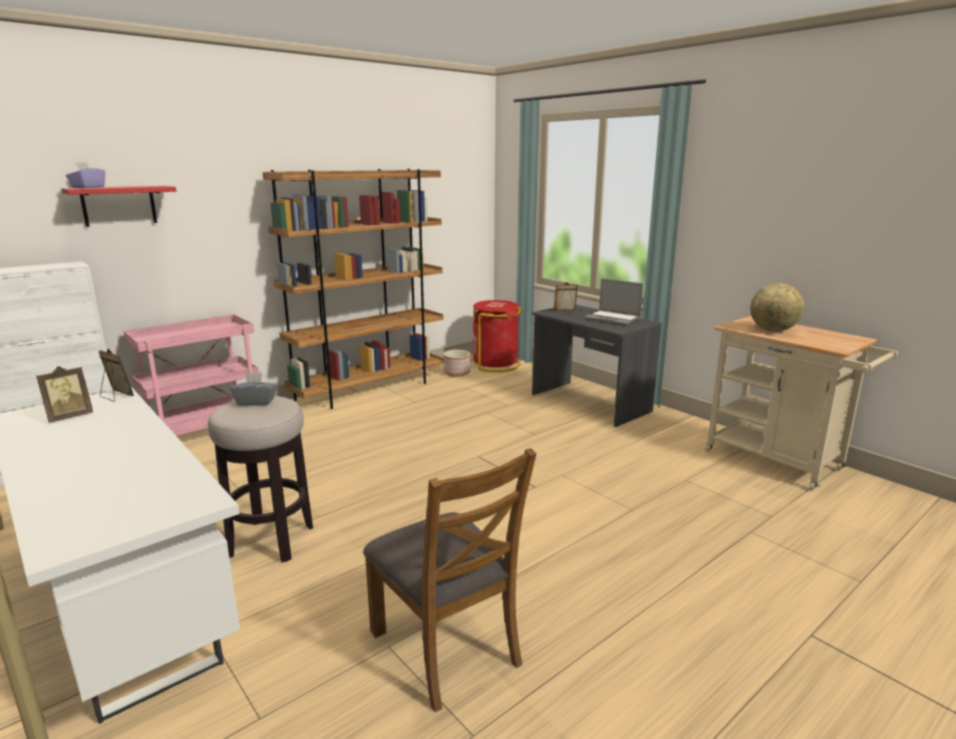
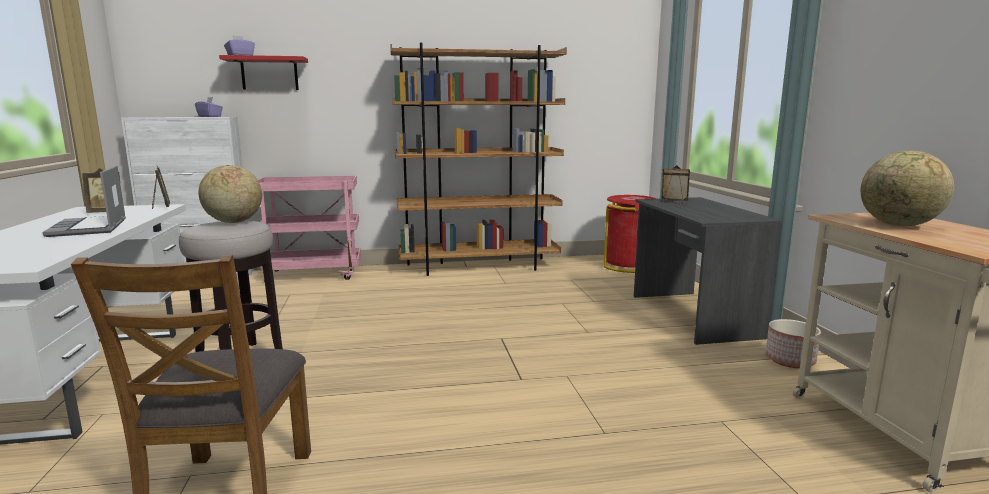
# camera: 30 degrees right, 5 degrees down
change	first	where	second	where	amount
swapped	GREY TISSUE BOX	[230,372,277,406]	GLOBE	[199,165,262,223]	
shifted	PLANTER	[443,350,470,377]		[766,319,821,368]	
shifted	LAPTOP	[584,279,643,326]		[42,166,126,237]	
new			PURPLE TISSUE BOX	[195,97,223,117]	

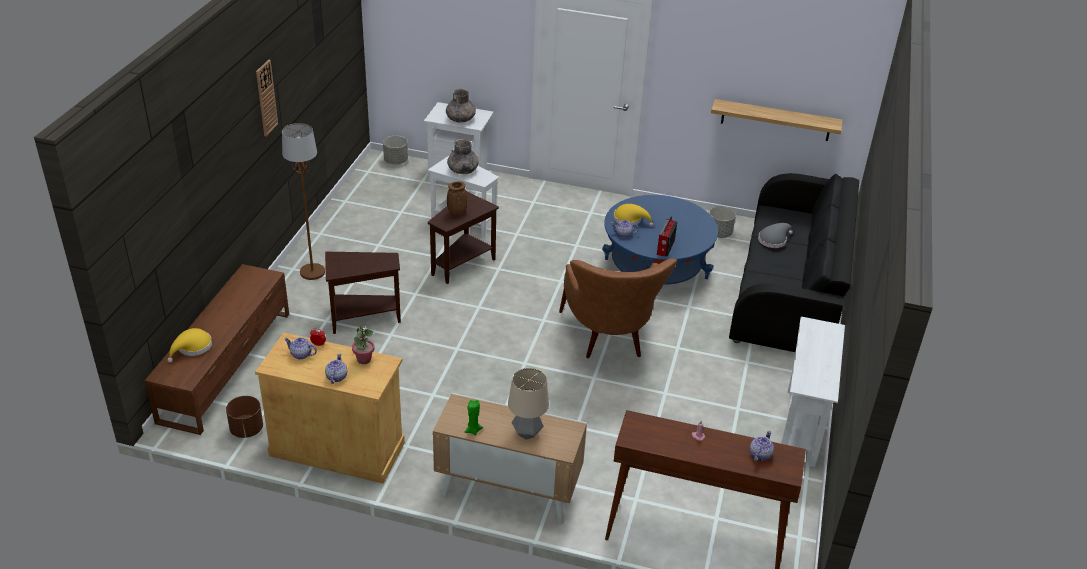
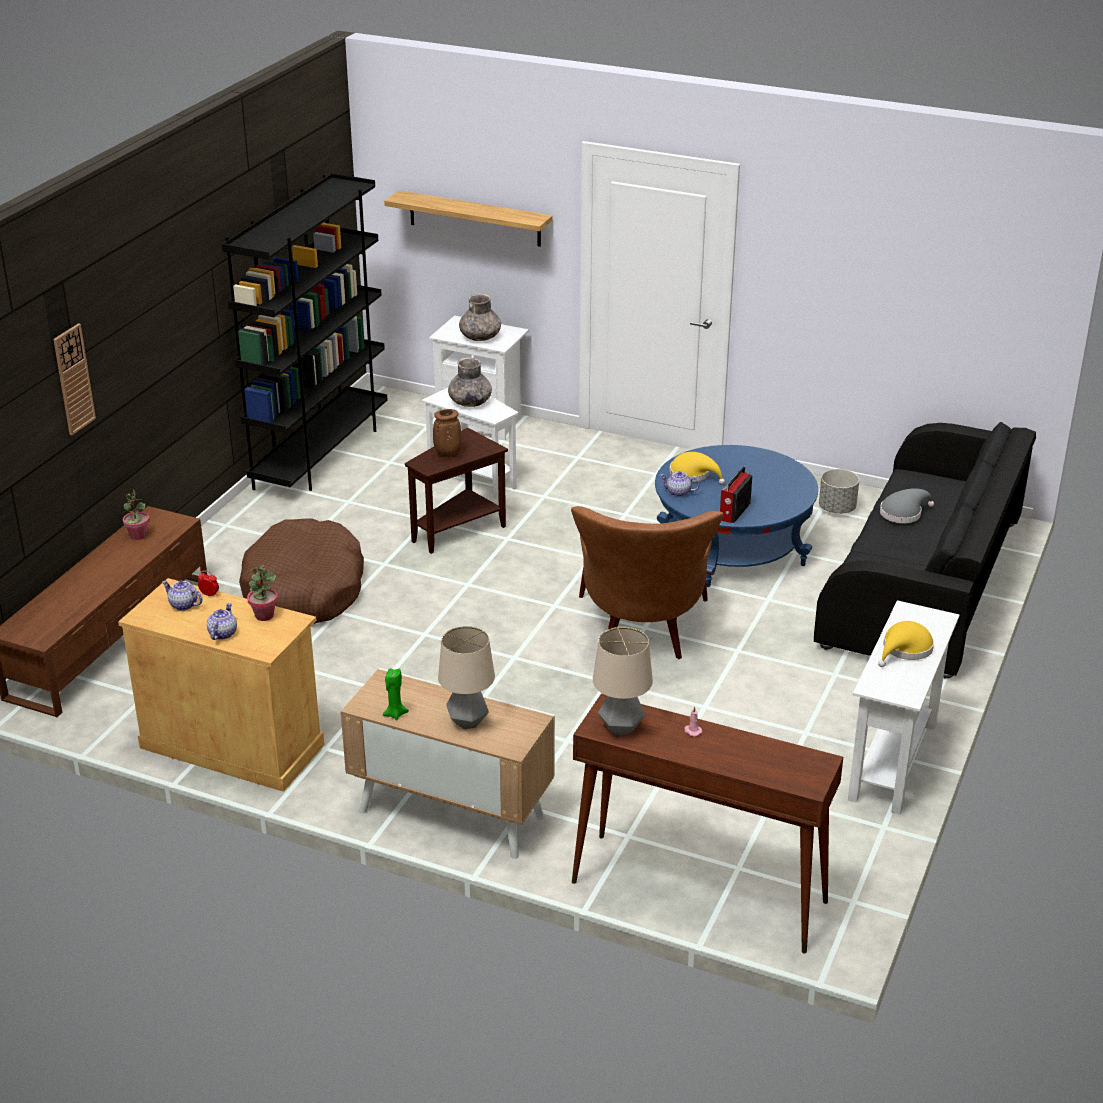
# camera: 10 degrees right, 5 degrees down
change	first	where	second	where	amount
shifted	YELLOW HAT	[167,328,212,363]		[878,621,934,667]	
gone	BROWN PLANTER	[226,396,263,438]			
shifted	WALL CLOCK	[256,60,278,136]		[53,323,96,435]	
gone	BROWN FLOOR LAMP	[282,123,325,280]			
swapped	BROWN SIDE TABLE	[325,252,401,334]	BROWN DOG BED	[239,519,364,624]	
gone	GREY PLANTER	[383,136,408,165]			
shifted	SHELF	[711,99,843,141]		[384,191,553,247]	
gone	TEAPOT	[750,431,774,461]			
new			POTTED PLANT	[123,489,150,540]	
new			BLACK BOOKCASE	[222,173,388,491]	
new			TABLE LAMP	[593,627,653,736]	

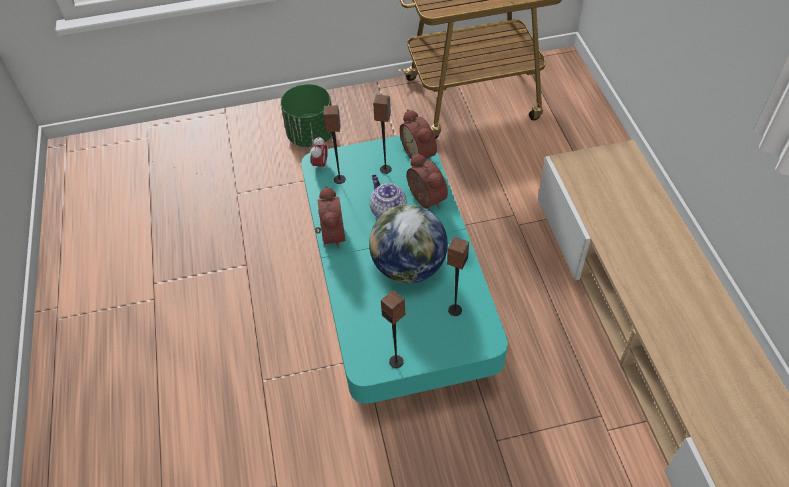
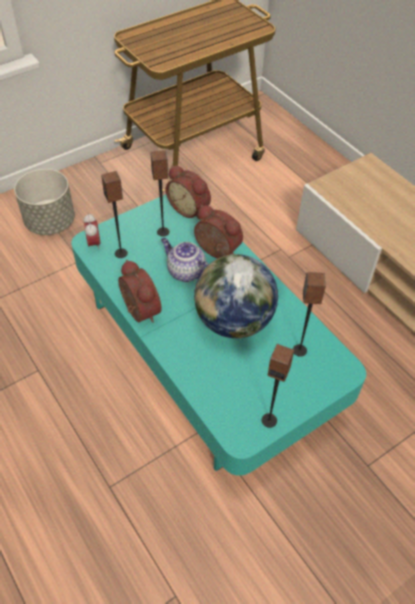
# camera: 25 degrees left, 0 degrees up
change	first	where	second	where	amount
repainted	GREEN PLANTER	[280,84,332,147]	GREY PLANTER	[14,169,75,235]	

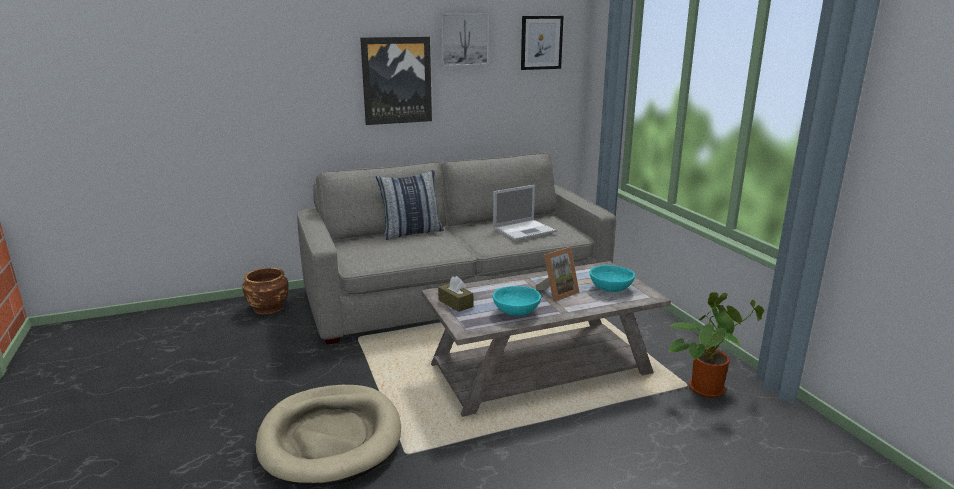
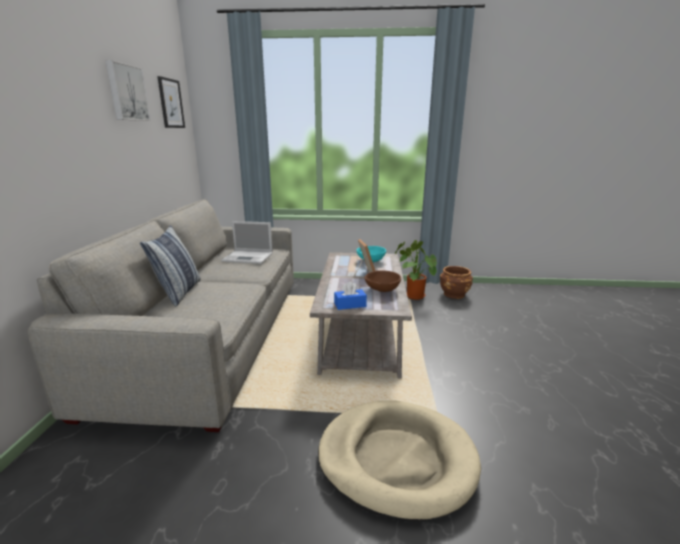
# camera: 65 degrees left, 0 degrees up
change	first	where	second	where	amount
shifted	BROWN PLANTER	[242,268,288,314]		[440,266,473,299]	
gone	PICTURE	[360,37,432,125]			
repainted	BROWN TISSUE BOX	[438,276,473,312]	BLUE TISSUE BOX	[334,281,367,310]	
rotated	LAPTOP	[493,185,556,240]		[221,221,273,264]	105 degrees clockwise
repainted	TURQUOISE BOWL	[493,286,541,316]	BROWN BOWL	[365,270,401,292]	

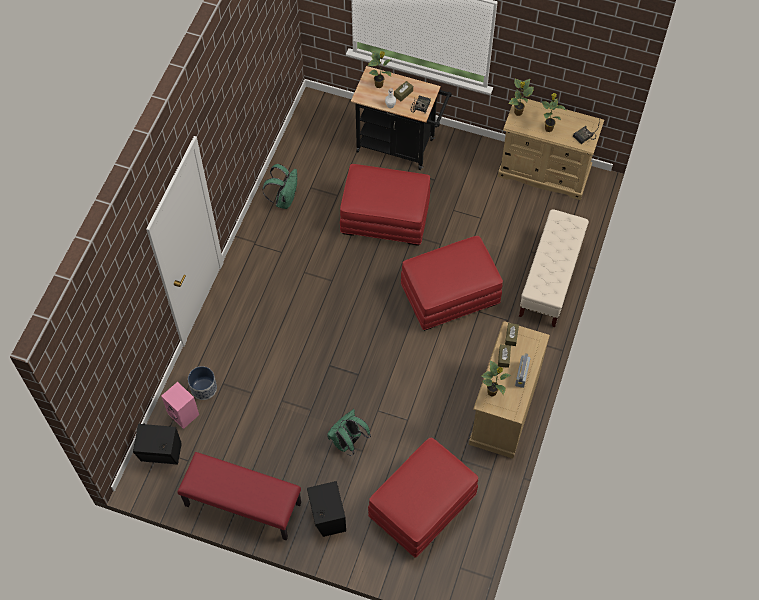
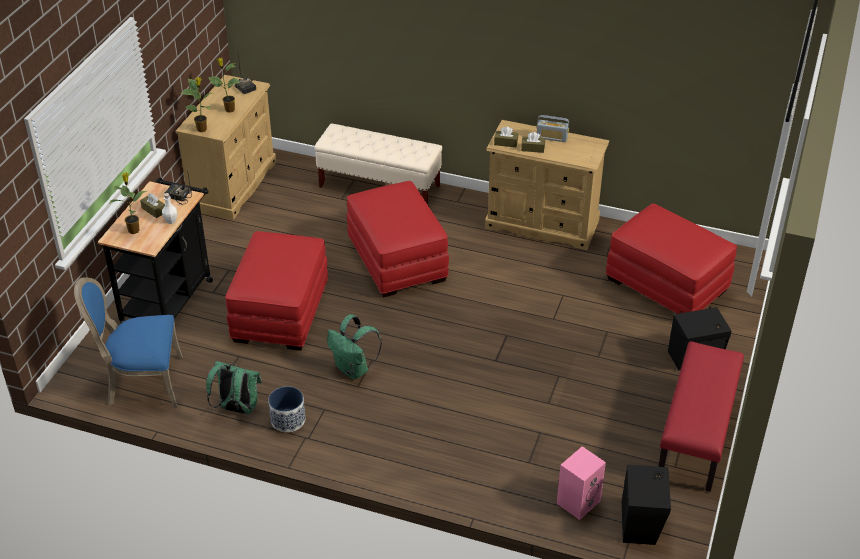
# camera: 90 degrees left, 20 degrees down
change	first	where	second	where	amount
shifted	PLANTER	[188,366,217,400]		[268,386,305,432]	
shifted	GREEN BACKPACK	[327,409,371,456]		[327,314,382,379]	
gone	POTTED PLANT	[481,361,511,396]			
new			BLUE CHAIR	[74,277,183,408]	

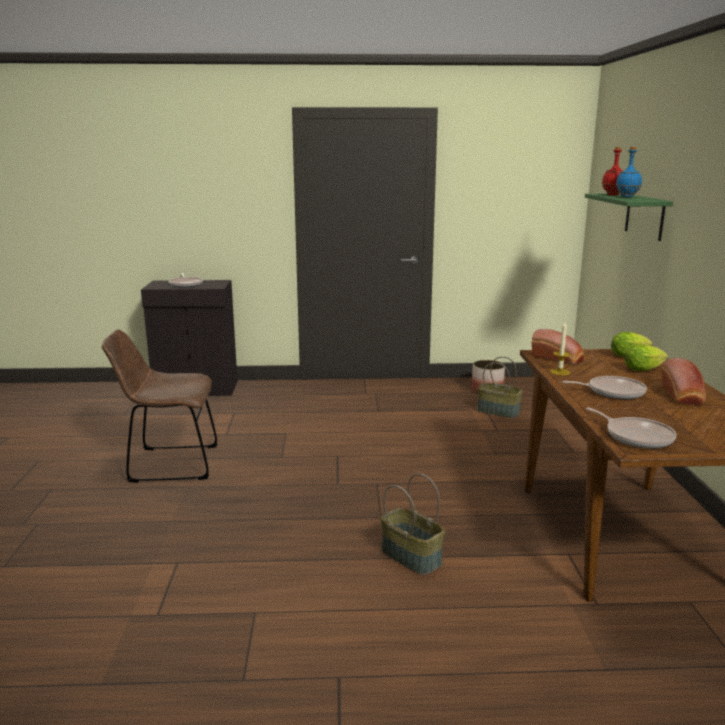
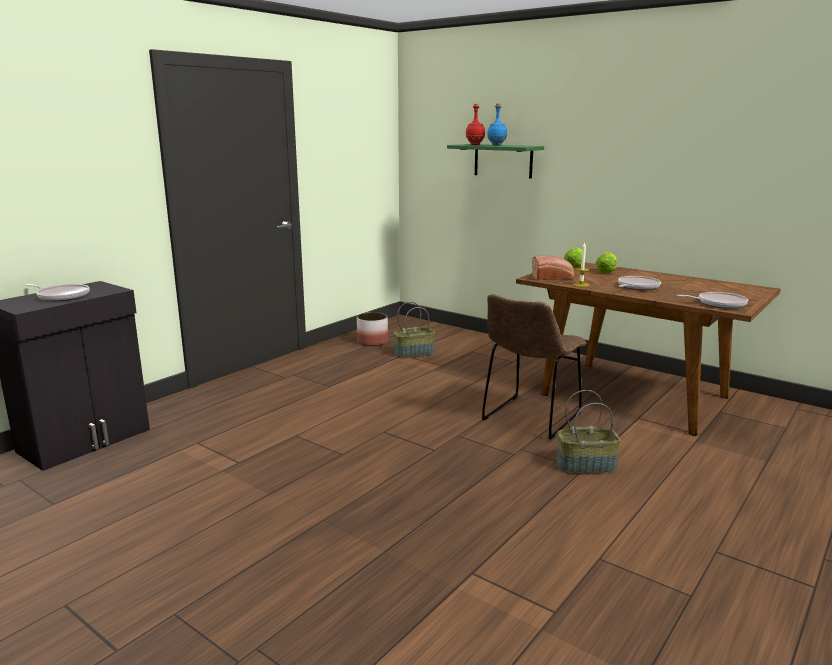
# camera: 50 degrees left, 0 degrees up
change	first	where	second	where	amount
shifted	BROWN CHAIR	[102,329,218,483]		[481,294,586,439]	
gone	BREAD	[662,358,706,405]			

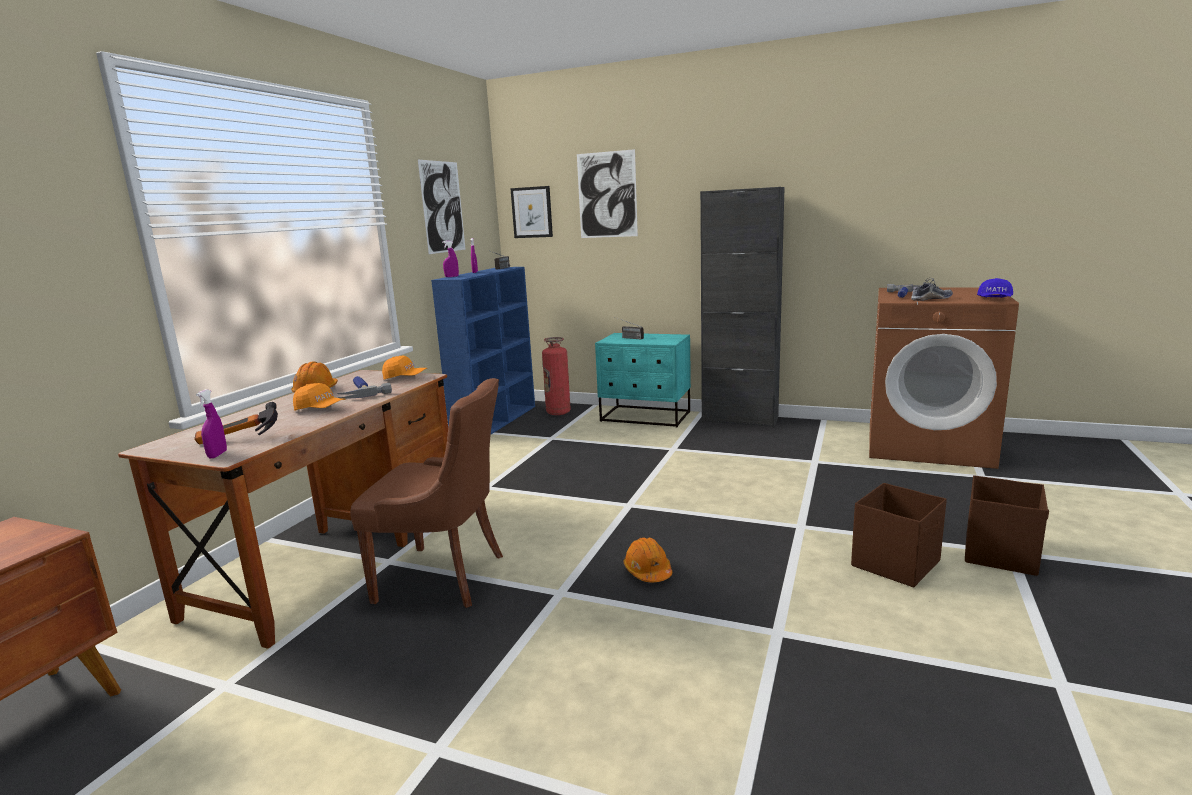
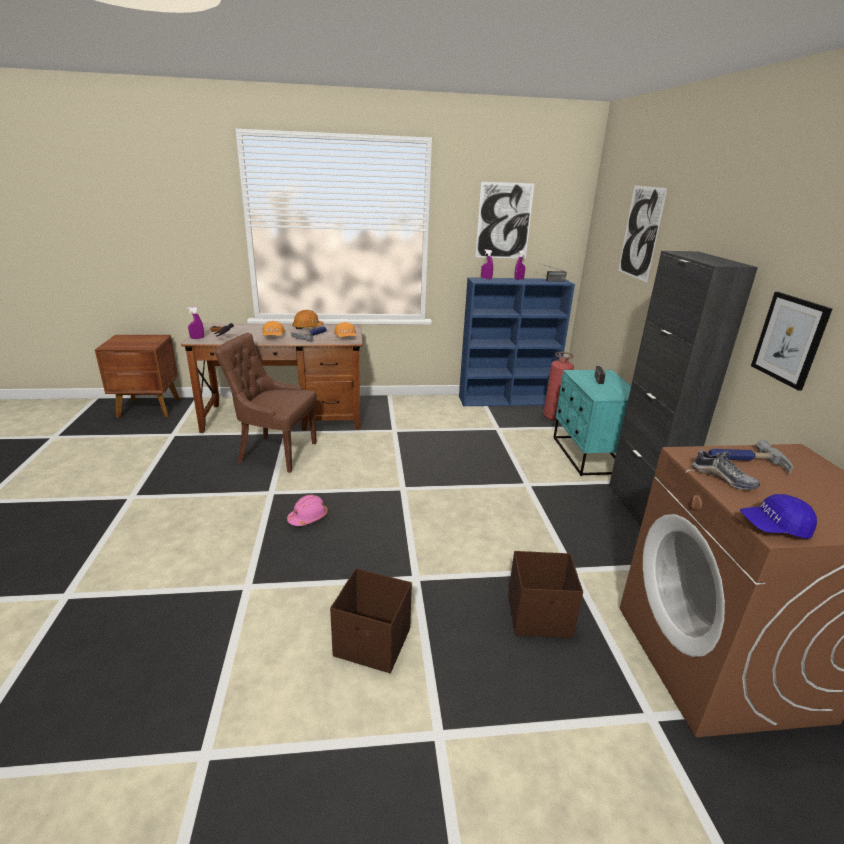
# camera: 60 degrees right, 10 degrees up
change	first	where	second	where	amount
rotated	BROWN CHAIR	[350,378,503,608]		[214,333,317,473]	120 degrees clockwise
shifted	PICTURE	[510,186,553,238]		[751,292,832,391]	
repainted	ORANGE HARD HAT	[623,537,672,582]	PINK HARD HAT	[287,495,328,526]	
shifted	BROWN STORAGE BOX	[965,475,1049,576]		[508,551,583,638]	

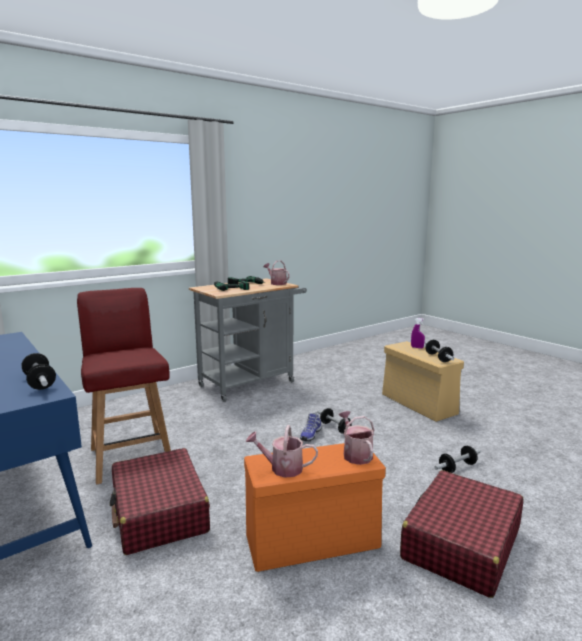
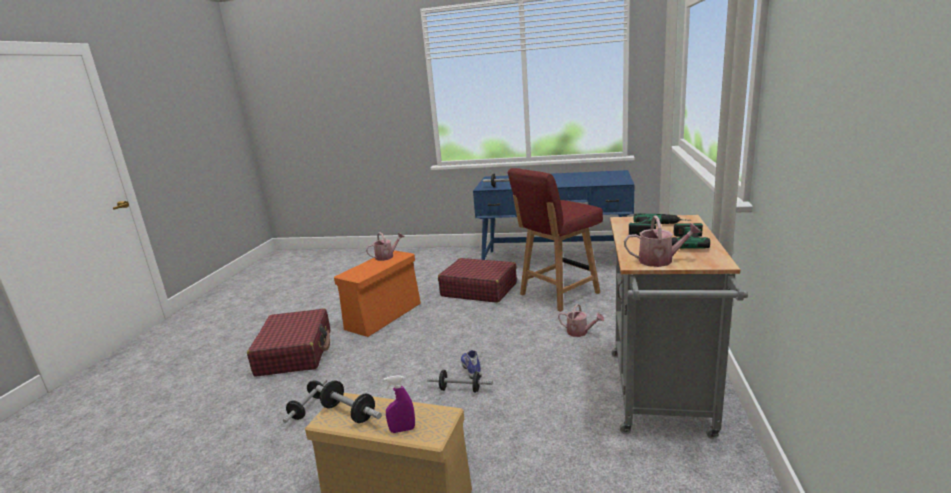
# camera: 140 degrees right, 5 degrees up
change	first	where	second	where	amount
rotated	RED CHAIR	[77,288,171,484]		[508,168,603,312]	120 degrees clockwise
shifted	WATERING CAN	[339,411,375,465]		[558,304,604,337]	

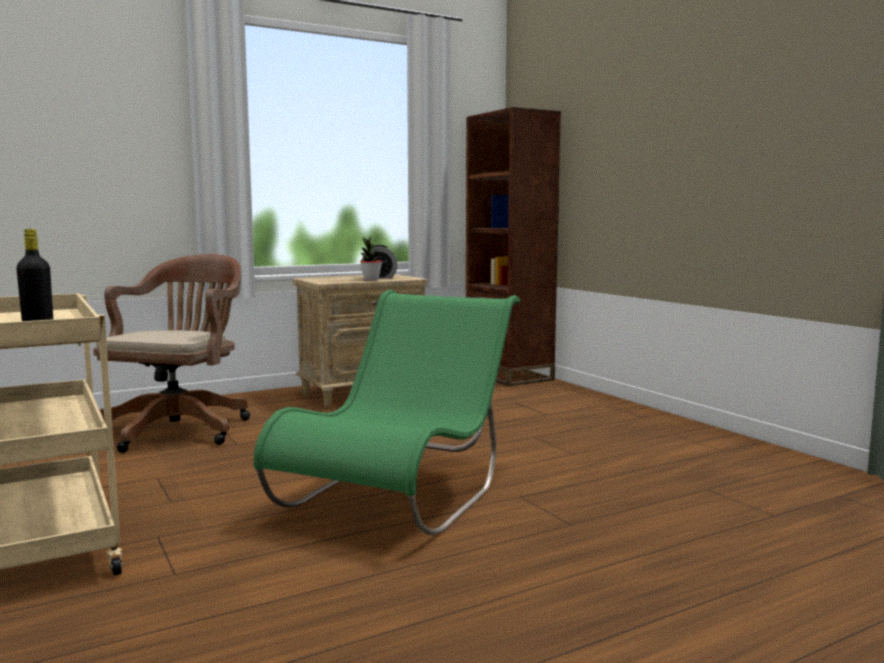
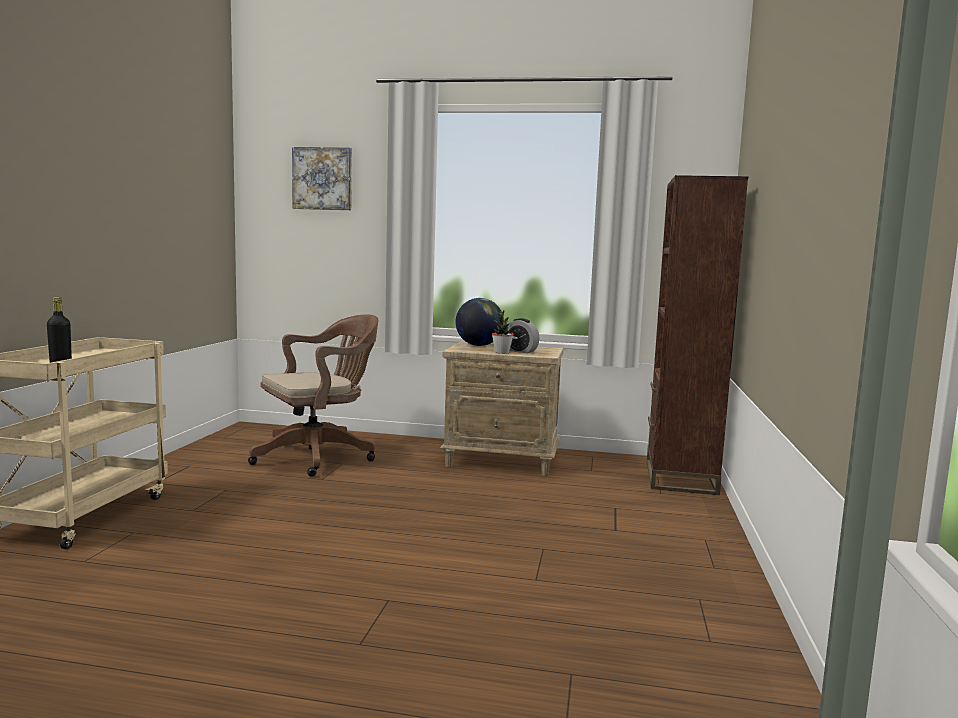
# camera: 40 degrees right, 0 degrees up
change	first	where	second	where	amount
gone	GREEN CHAIR	[254,290,520,535]			
new			PICTURE	[292,147,352,210]	
new			GLOBE	[456,298,504,346]	

